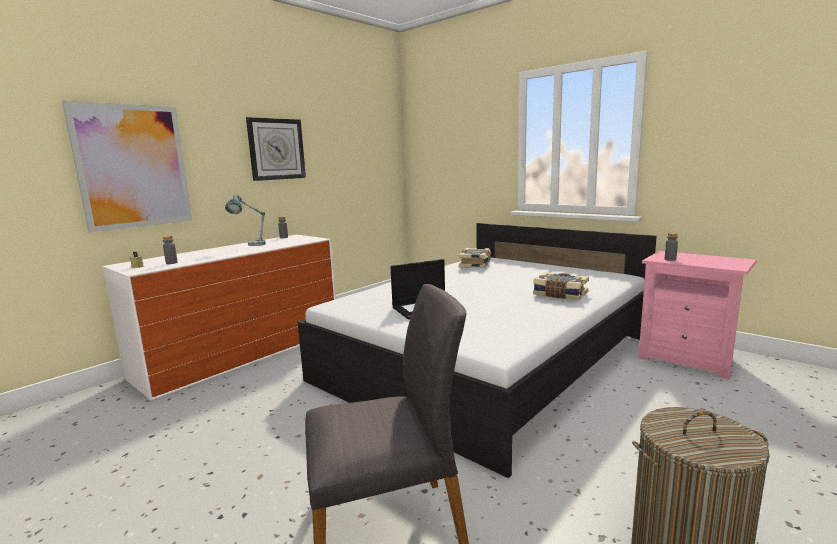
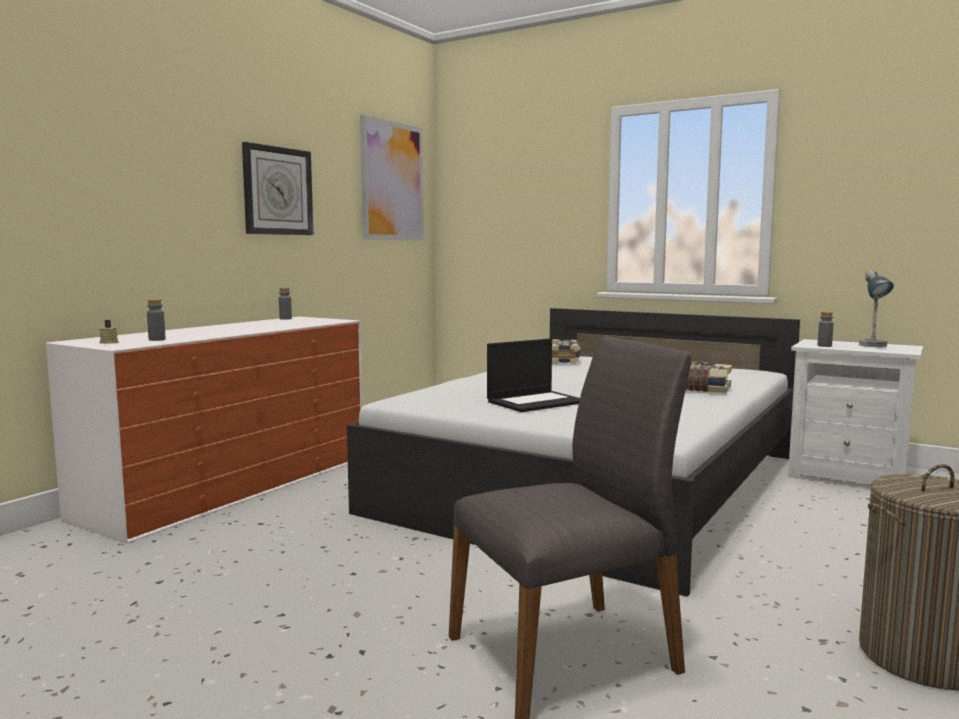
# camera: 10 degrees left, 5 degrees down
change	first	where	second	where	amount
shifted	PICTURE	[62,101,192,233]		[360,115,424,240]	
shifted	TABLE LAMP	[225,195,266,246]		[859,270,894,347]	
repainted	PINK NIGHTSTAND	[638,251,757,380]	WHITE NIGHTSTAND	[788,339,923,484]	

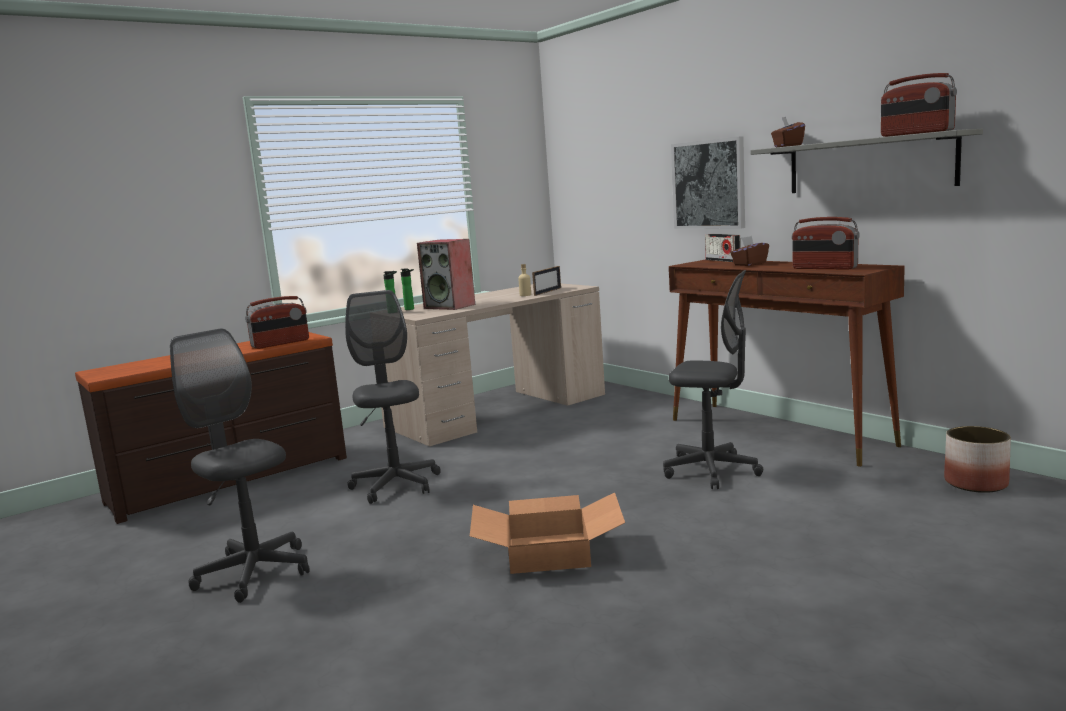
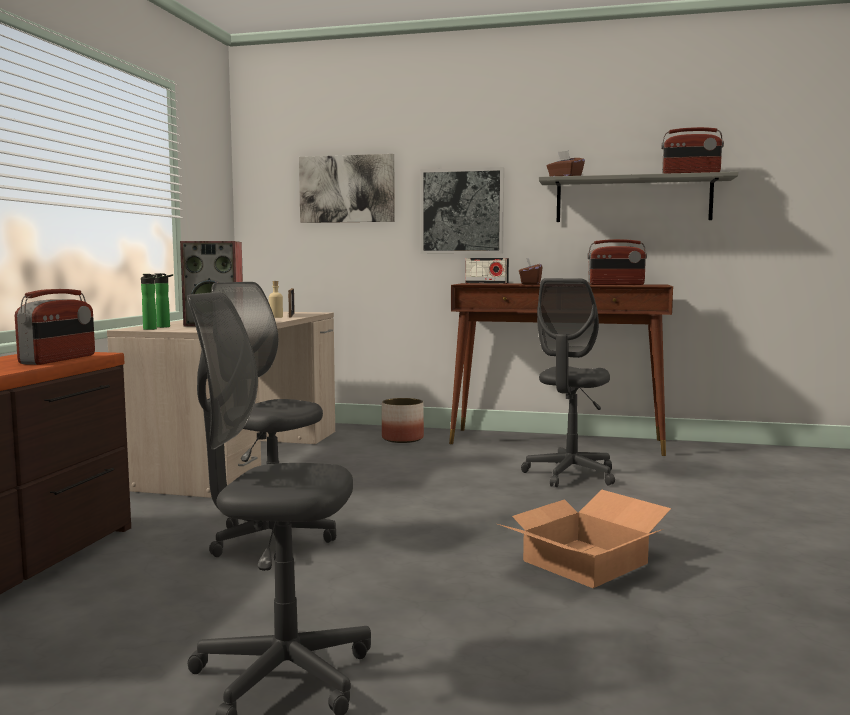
# camera: 40 degrees left, 5 degrees down
change	first	where	second	where	amount
rotated	GREY OFFICE CHAIR	[663,270,763,489]		[521,278,615,487]	135 degrees clockwise
shifted	PLANTER	[944,426,1011,493]		[382,398,424,443]	
new			PICTURE	[299,154,395,223]	

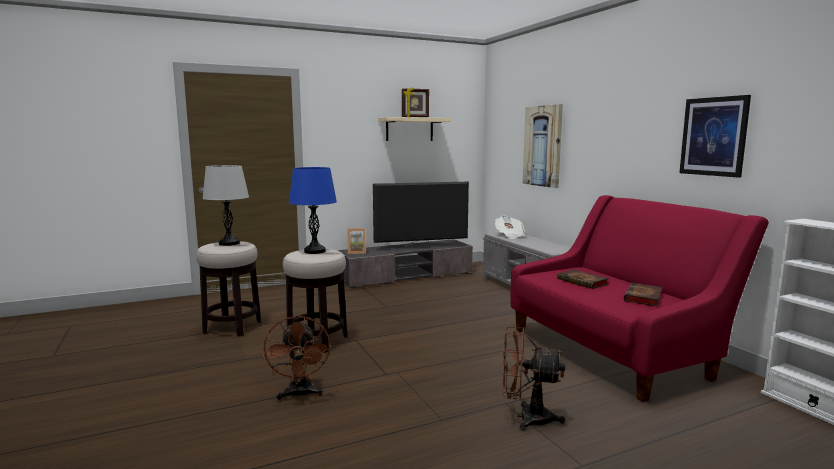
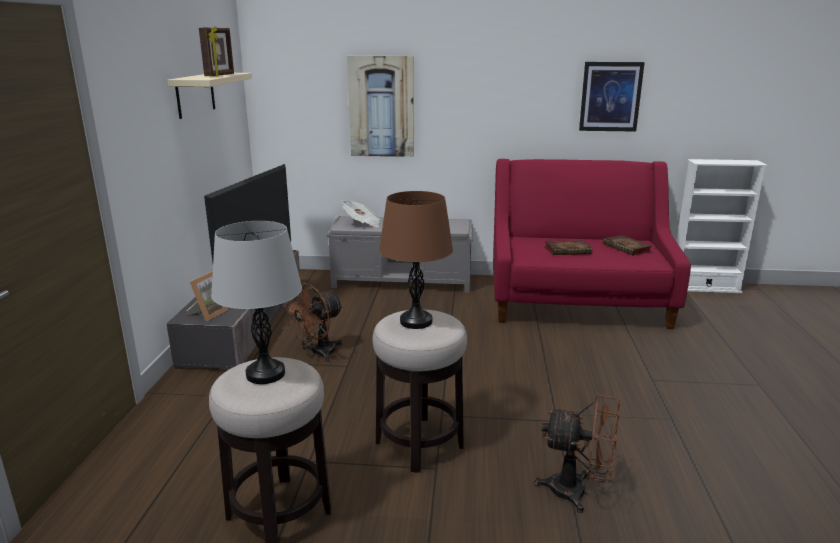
# camera: 60 degrees left, 10 degrees up
change	first	where	second	where	amount
repainted	BLUE TABLE LAMP	[289,167,337,254]	BROWN TABLE LAMP	[379,191,453,329]	
shifted	BROWN FAN	[502,327,565,431]		[282,283,344,362]	

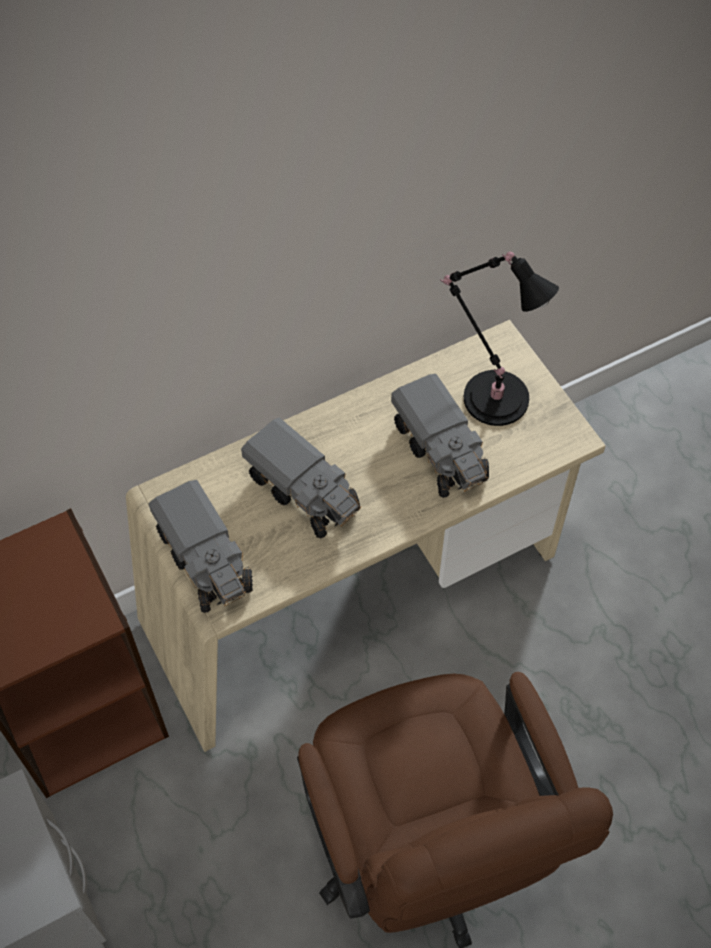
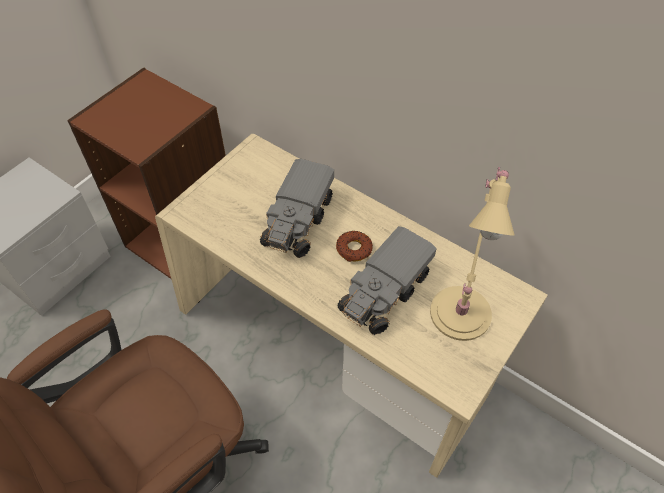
# camera: 65 degrees right, 5 degrees down
change	first	where	second	where	amount
gone	TOY TRUCK	[148,480,253,613]			
repainted	BLACK TABLE LAMP	[440,252,559,426]	BEIGE TABLE LAMP	[430,167,514,341]	
new			DONUT	[336,231,373,262]	

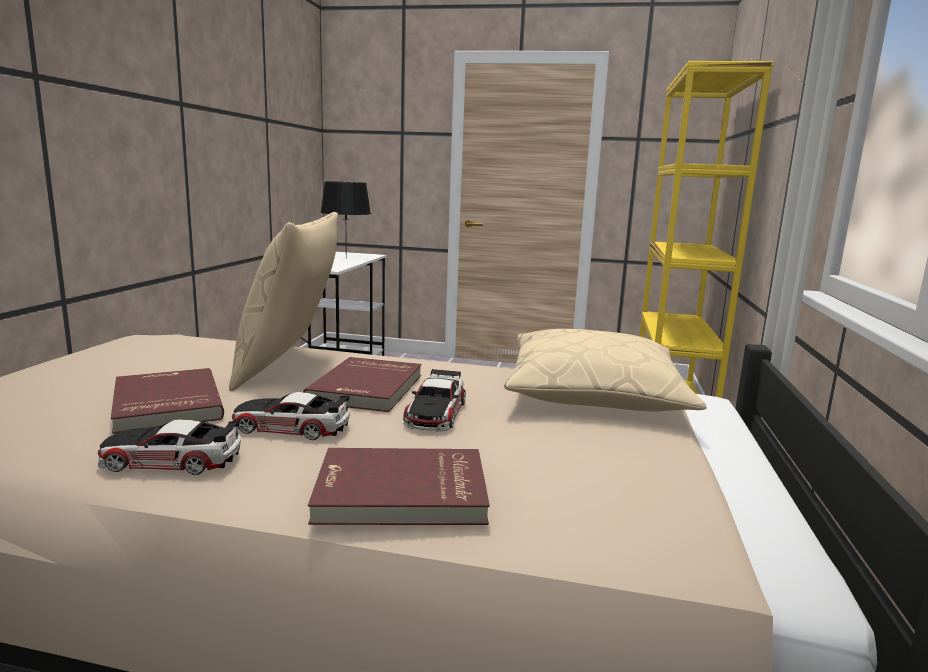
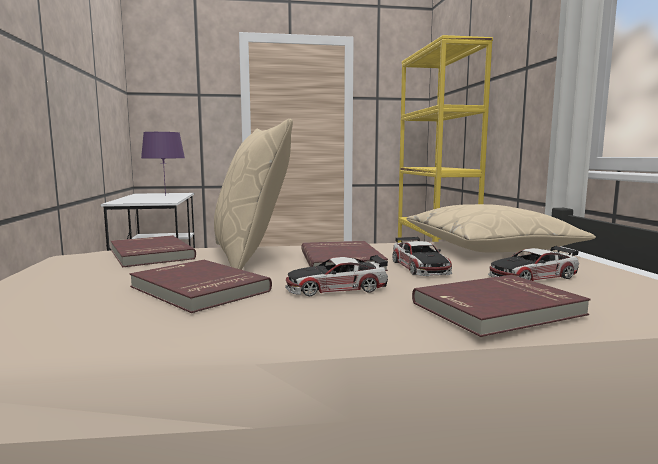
# camera: 20 degrees left, 5 degrees down
change	first	where	second	where	amount
shifted	TOY CAR	[98,419,241,475]		[488,246,579,281]	
repainted	BLACK TABLE LAMP	[320,181,371,258]	PURPLE TABLE LAMP	[141,132,185,196]	
new			RED BOOK	[110,235,196,267]	

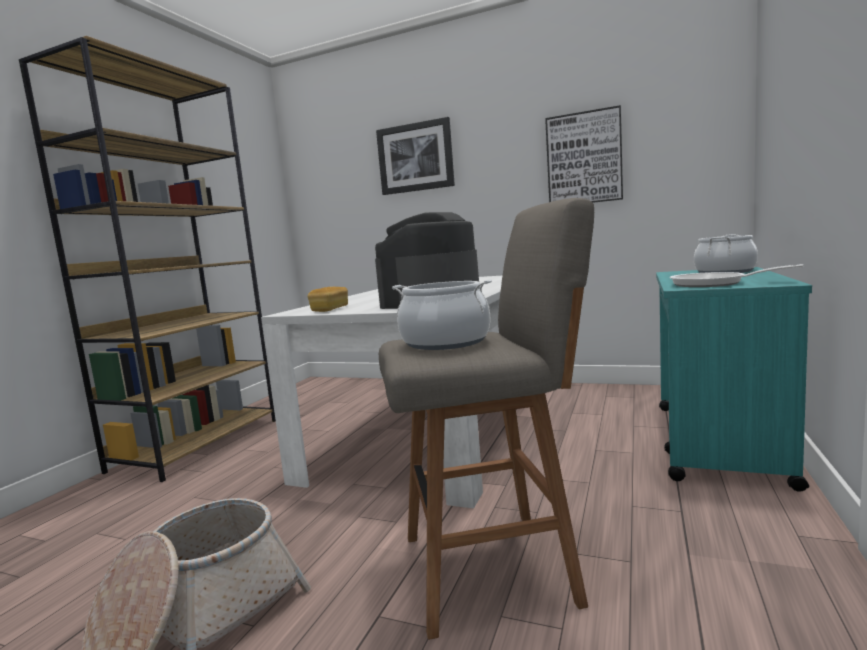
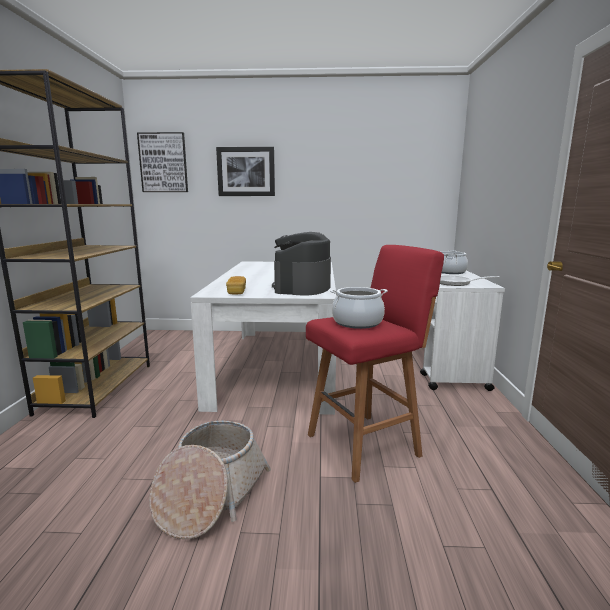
# camera: 20 degrees left, 5 degrees up
change	first	where	second	where	amount
repainted	GREY STOOL	[379,198,594,640]	RED STOOL	[306,245,444,483]	
shifted	PICTURE	[545,105,623,203]		[137,132,188,192]	
repainted	TURQUOISE CART	[656,267,812,492]	WHITE CART	[420,270,505,391]	

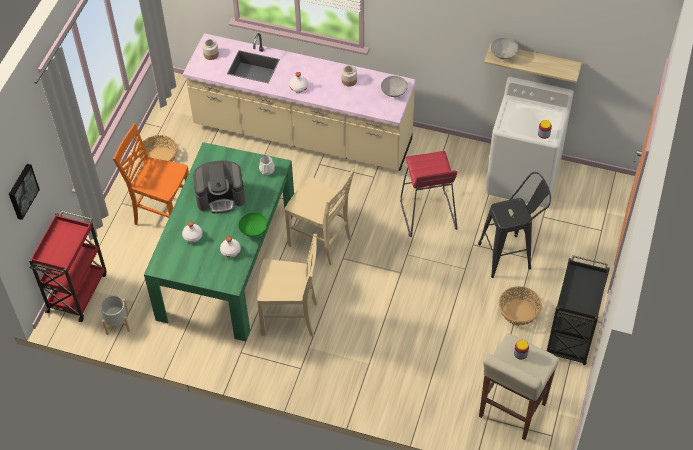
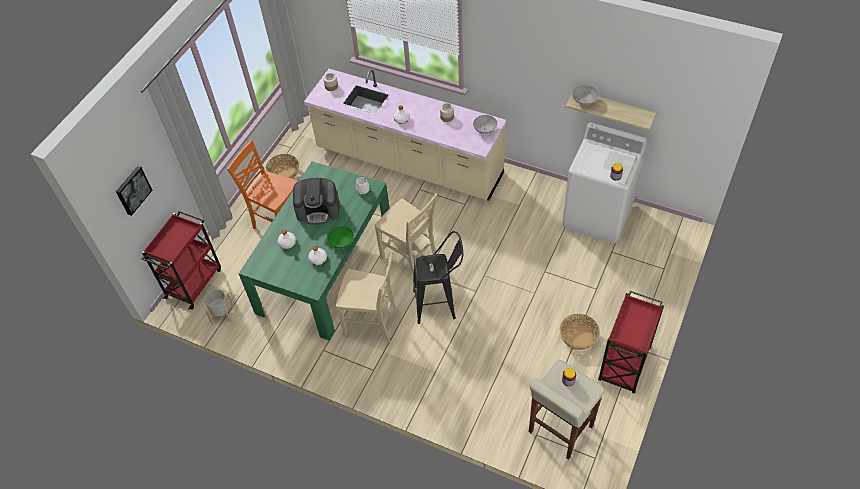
# camera: 10 degrees right, 0 degrees up
change	first	where	second	where	amount
gone	RED STOOL	[400,151,458,237]			
shifted	BLACK STOOL	[478,172,551,278]		[413,231,463,324]	
repainted	BLACK CART	[547,255,610,365]	RED CART	[598,291,664,393]	

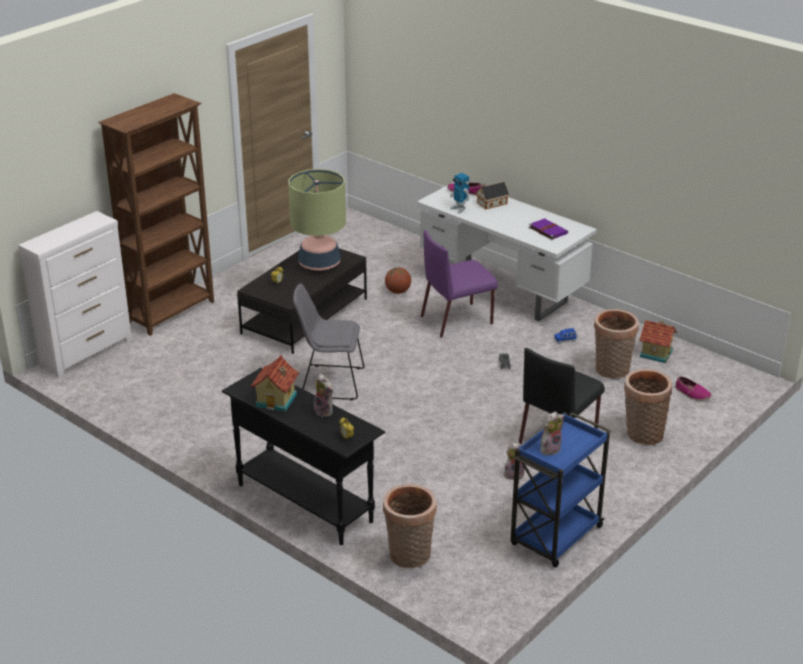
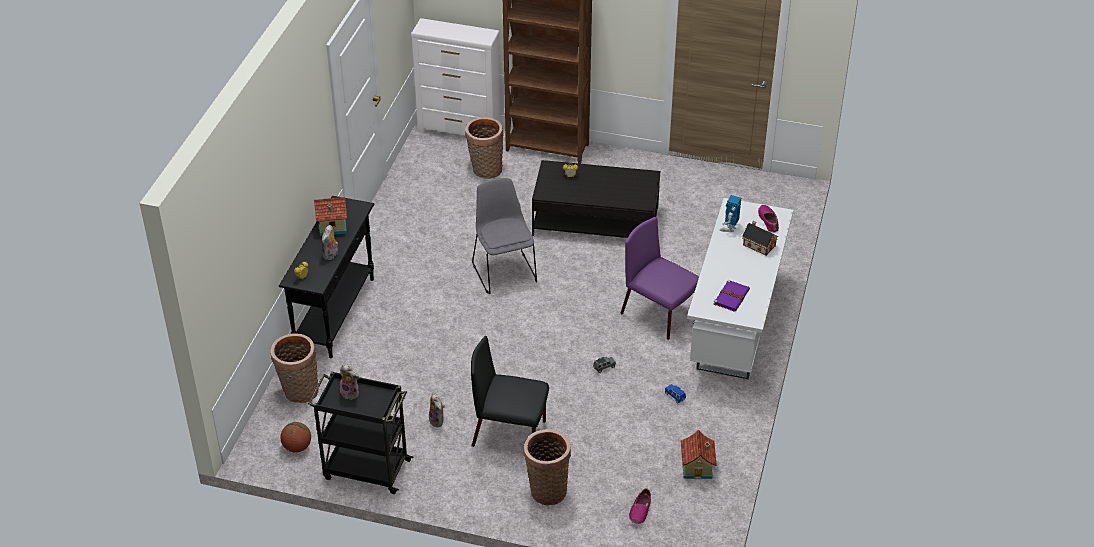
# camera: 65 degrees right, 10 degrees up
change	first	where	second	where	amount
gone	TABLE LAMP	[288,169,346,271]			
shifted	BASKETBALL	[385,267,411,294]		[281,422,311,453]	
repainted	BLUE CART	[511,412,611,568]	BLACK CART	[308,371,413,494]	
shifted	BASKET	[594,309,639,379]		[465,117,504,179]	

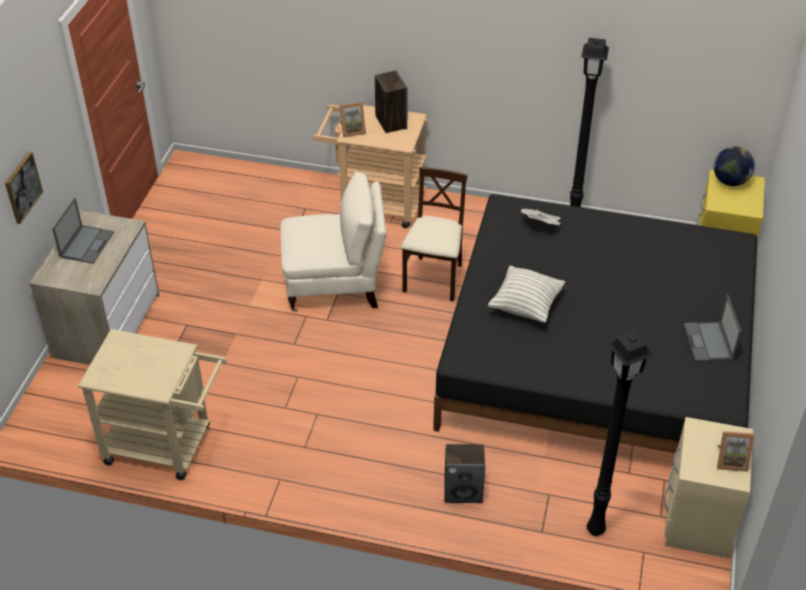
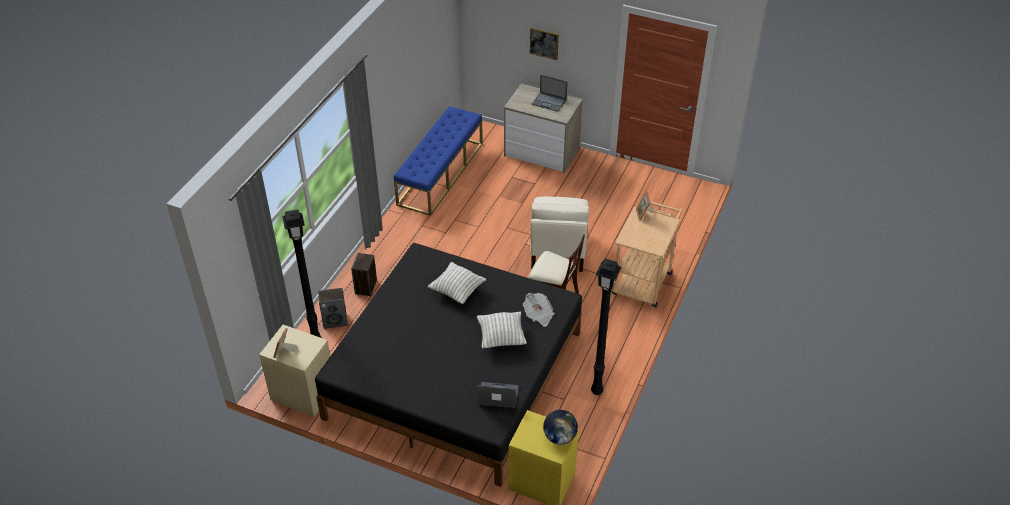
# camera: 100 degrees right, 0 degrees up
change	first	where	second	where	amount
swapped	BEIGE CART	[78,329,227,480]	BLUE BENCH	[394,106,483,216]	
shifted	SPEAKER	[375,70,407,133]		[318,288,348,329]	
shifted	LAPTOP	[684,295,741,362]		[477,382,519,408]	
new			PILLOW	[477,312,527,348]	

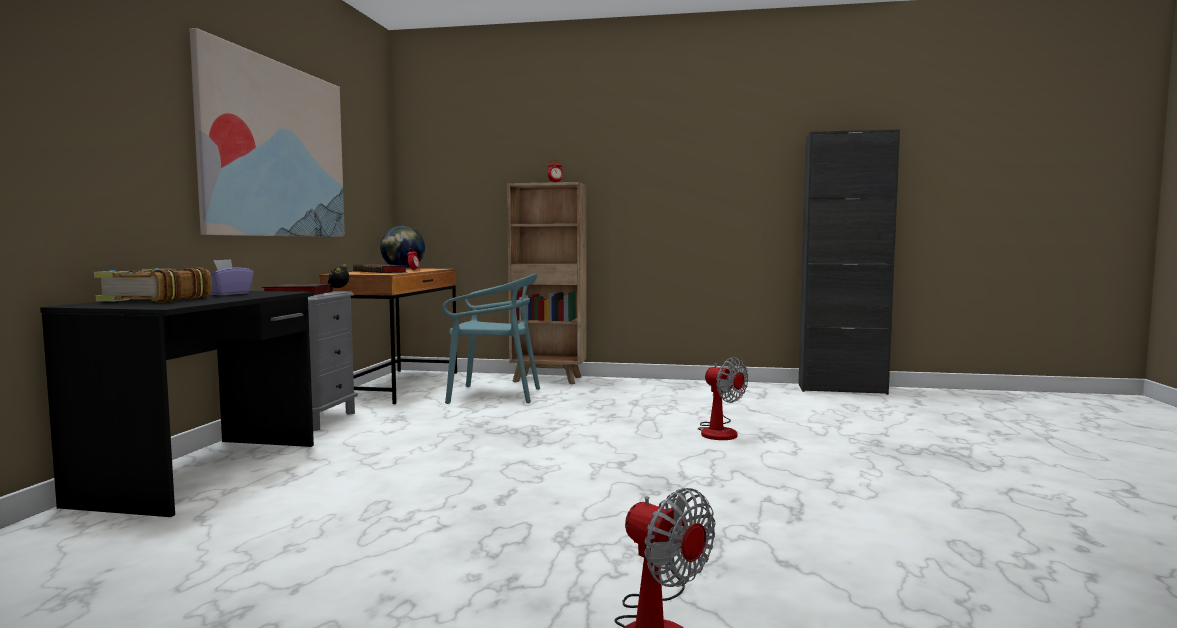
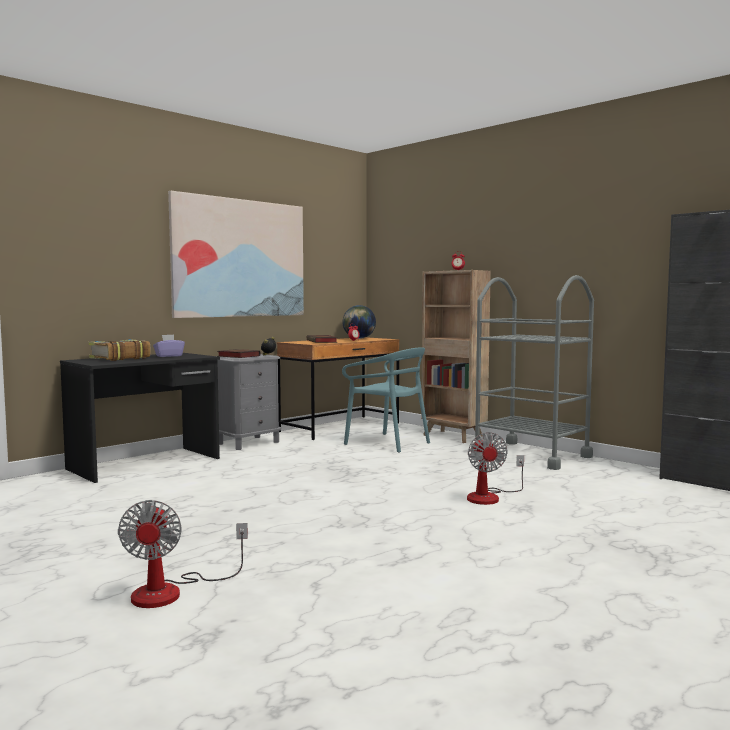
# camera: 35 degrees right, 0 degrees up
change	first	where	second	where	amount
new			GREY CART	[471,275,594,470]	

